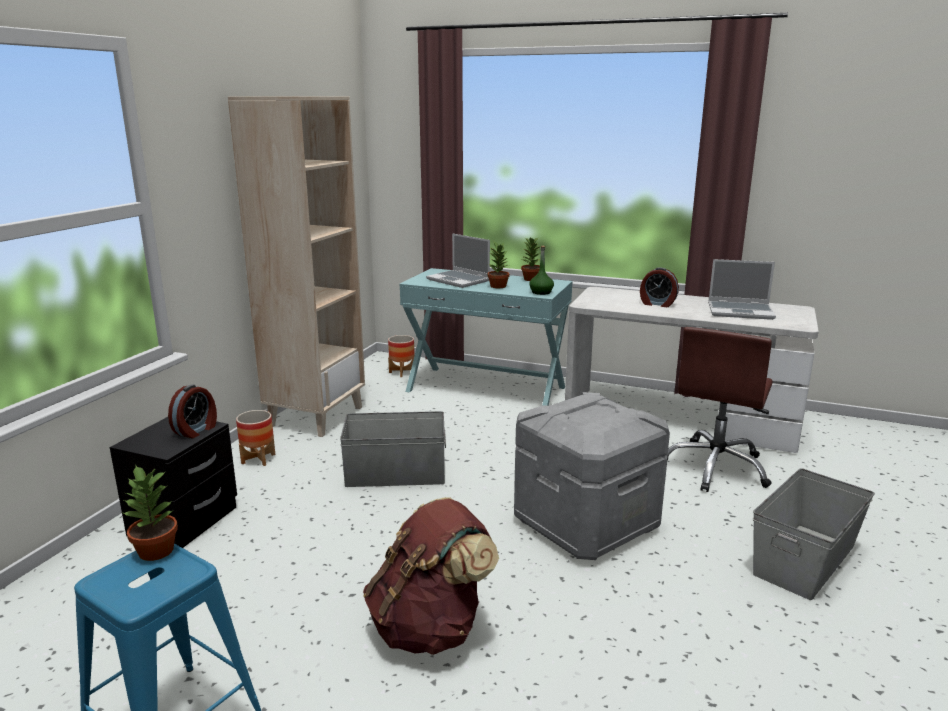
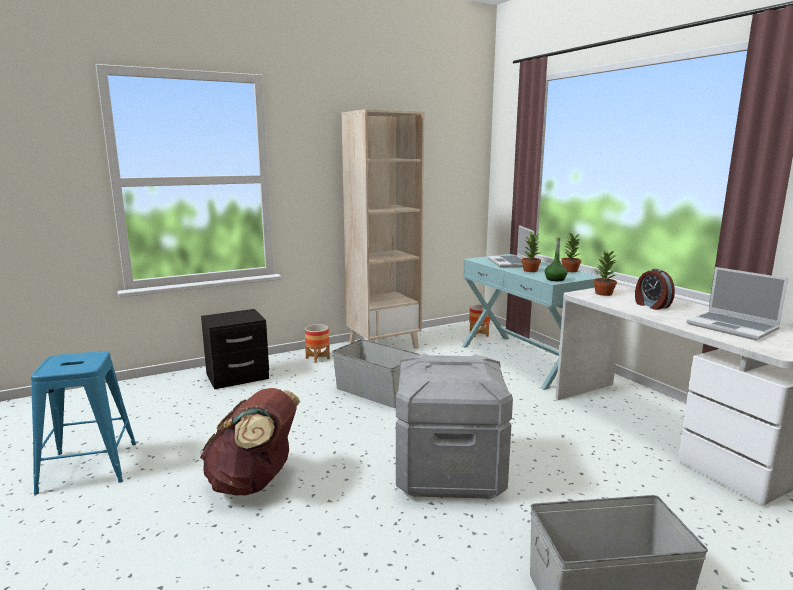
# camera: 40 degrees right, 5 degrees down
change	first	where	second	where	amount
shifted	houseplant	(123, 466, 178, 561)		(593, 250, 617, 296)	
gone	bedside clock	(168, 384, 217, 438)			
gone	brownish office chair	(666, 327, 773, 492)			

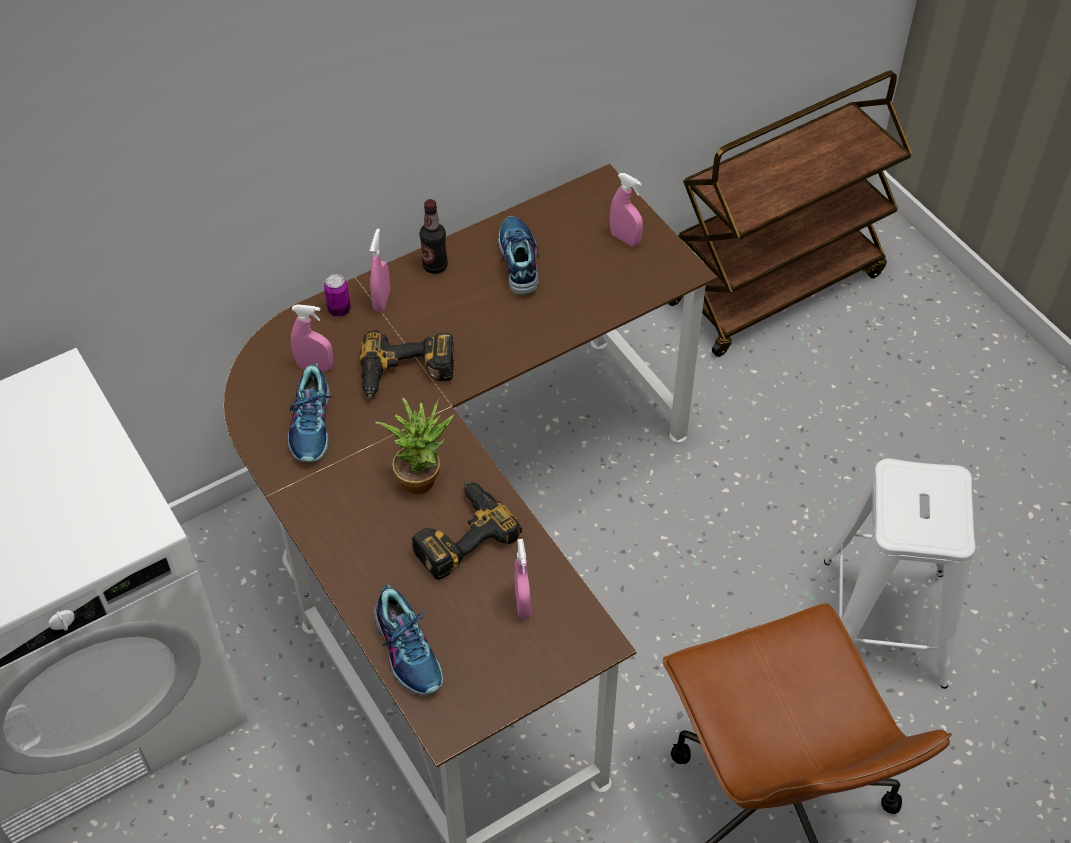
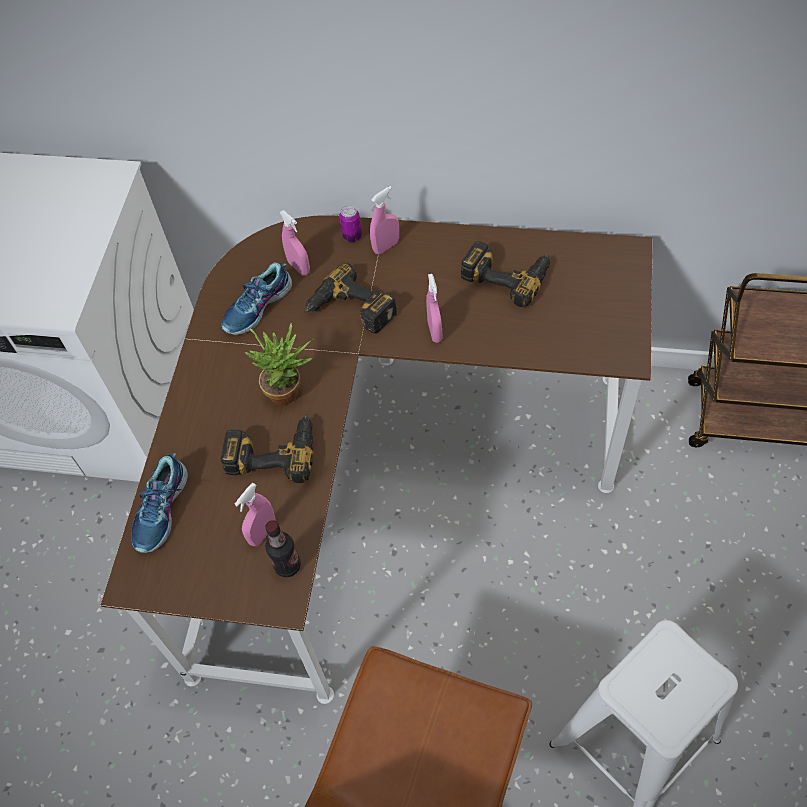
# camera: 45 degrees right, 5 degrees up
change	first	where	second	where	amount
shifted	bottle	(420, 199, 448, 274)		(265, 520, 301, 577)	
shifted	pinkish spray bottle	(610, 173, 643, 246)		(426, 274, 442, 343)	
swapped	item of footwear	(498, 216, 539, 295)	drill	(461, 241, 550, 307)	

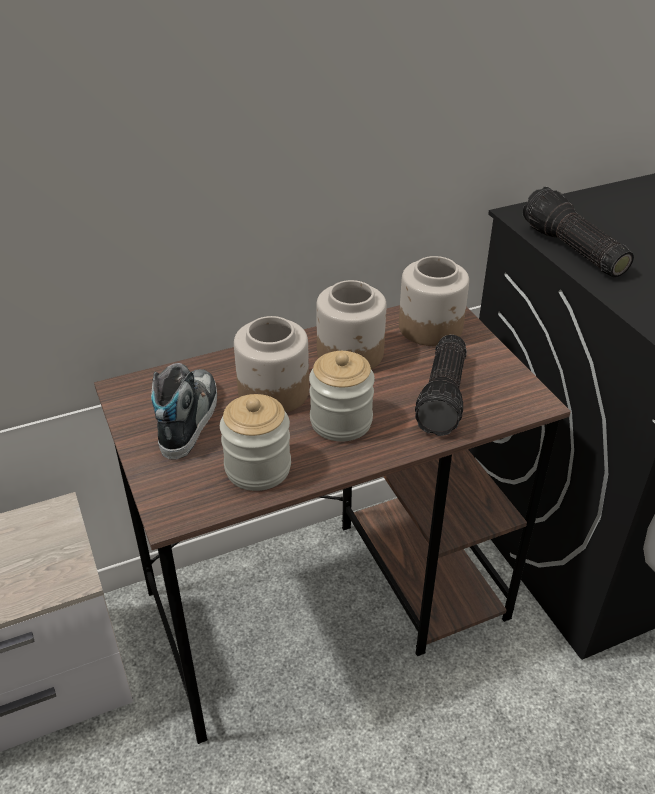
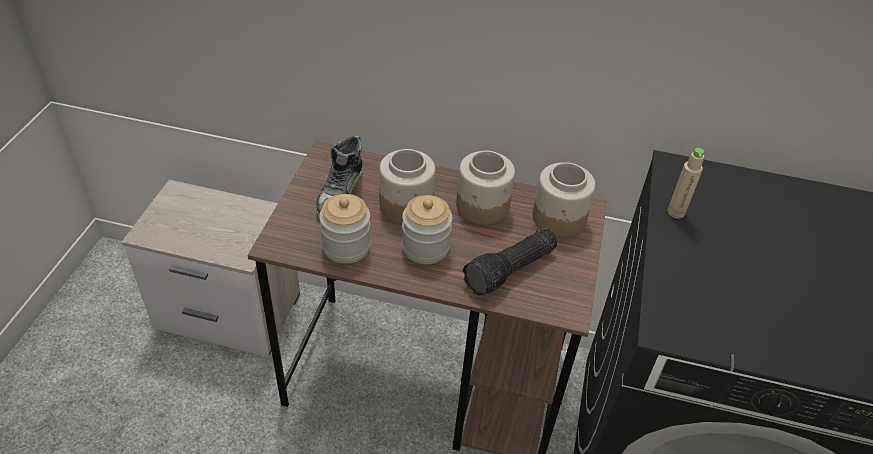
# camera: 35 degrees right, 5 degrees up
change	first	where	second	where	amount
rotated	item of footwear	(151, 363, 217, 460)		(316, 135, 363, 218)	150 degrees clockwise
swapped	torch	(522, 187, 634, 278)	sand-coloured bottle	(668, 148, 704, 219)	

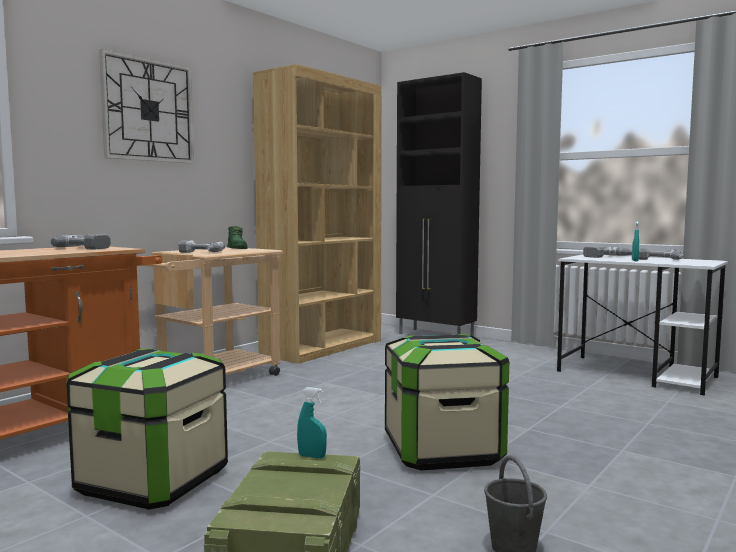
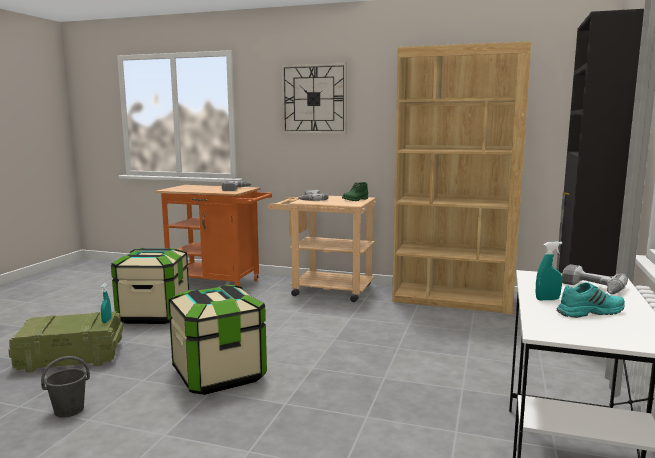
# camera: 70 degrees right, 5 degrees up
change	first	where	second	where	amount
swapped	drill	(639, 248, 683, 260)	turquoise-coloured item of footwear	(557, 282, 625, 318)	

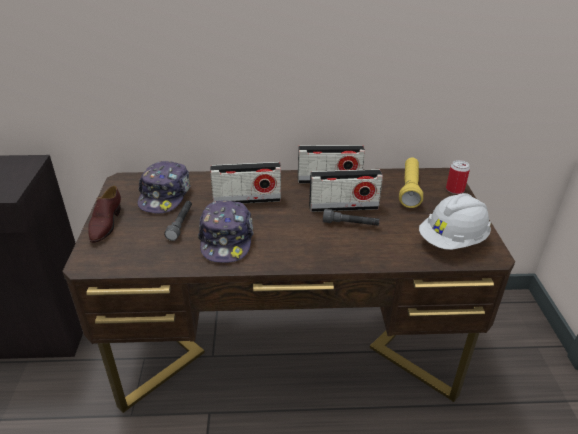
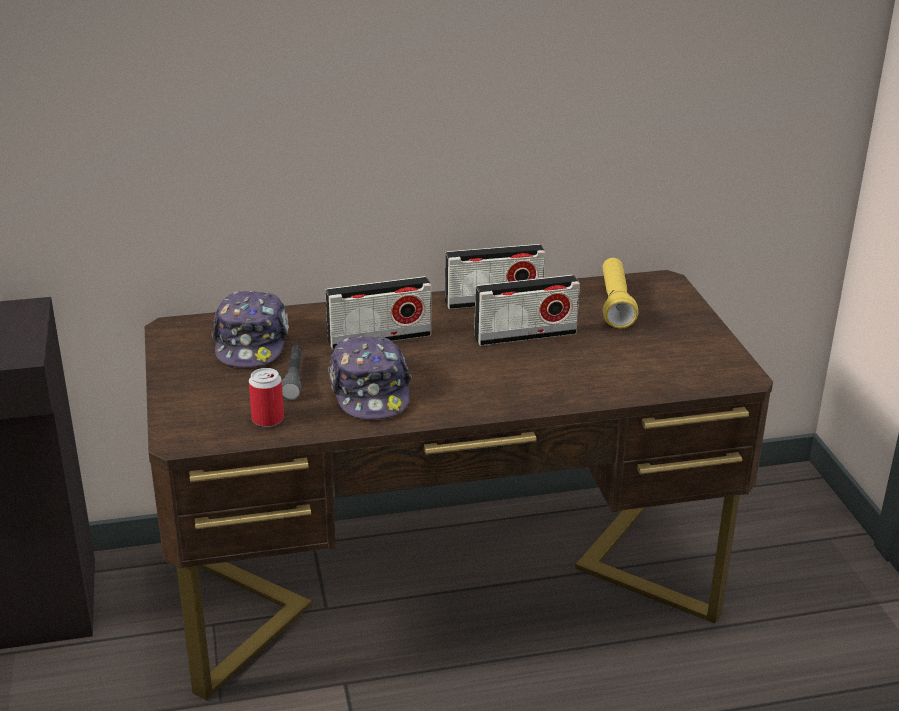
# camera: 10 degrees left, 5 degrees down
change	first	where	second	where	amount
shifted	metal can	(446, 160, 470, 194)		(249, 368, 284, 427)	
gone	brownish item of footwear	(88, 186, 121, 243)			
gone	gray torch	(323, 209, 380, 226)			
gone	white work helmet	(419, 193, 491, 250)			

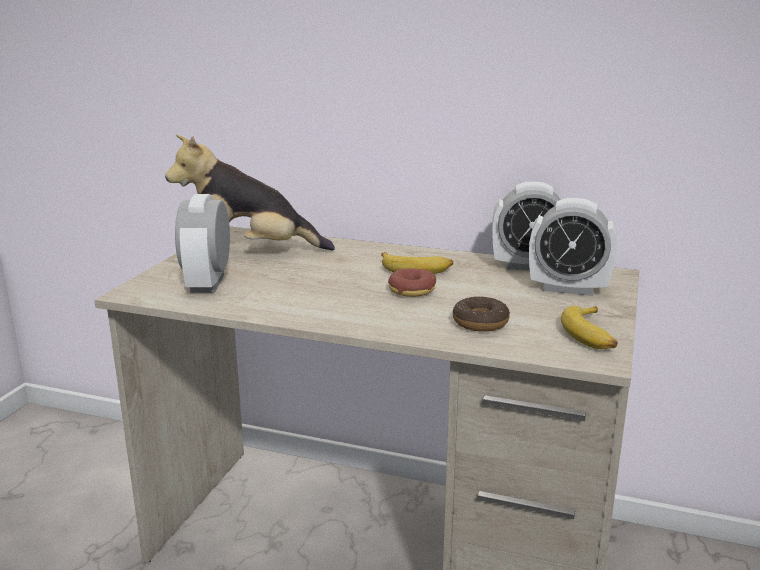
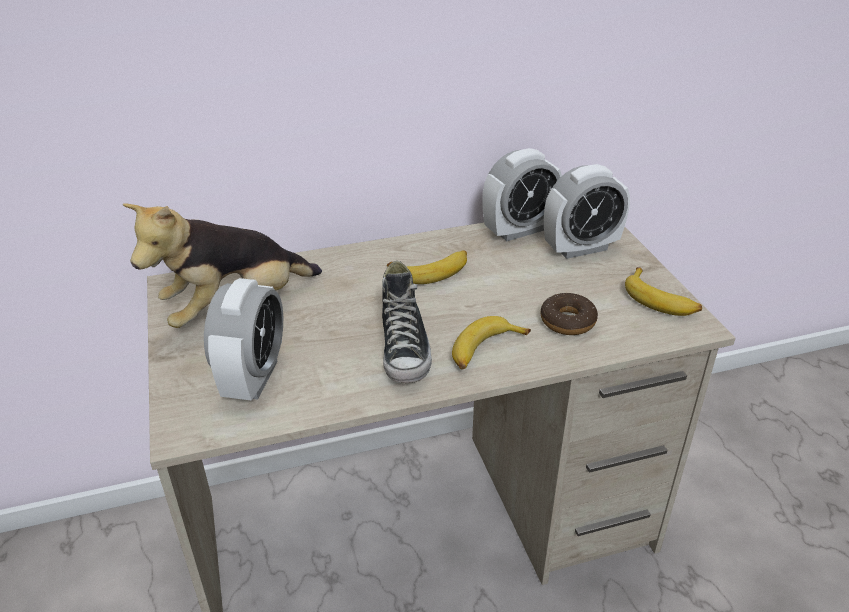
# camera: 35 degrees left, 15 degrees up
change	first	where	second	where	amount
rotated	bedside clock	(175, 194, 230, 293)		(204, 278, 283, 401)	135 degrees counterclockwise
new			item of footwear	(382, 261, 432, 383)	
new			whole banana	(452, 316, 531, 369)	
gone	donut	(388, 268, 436, 297)			

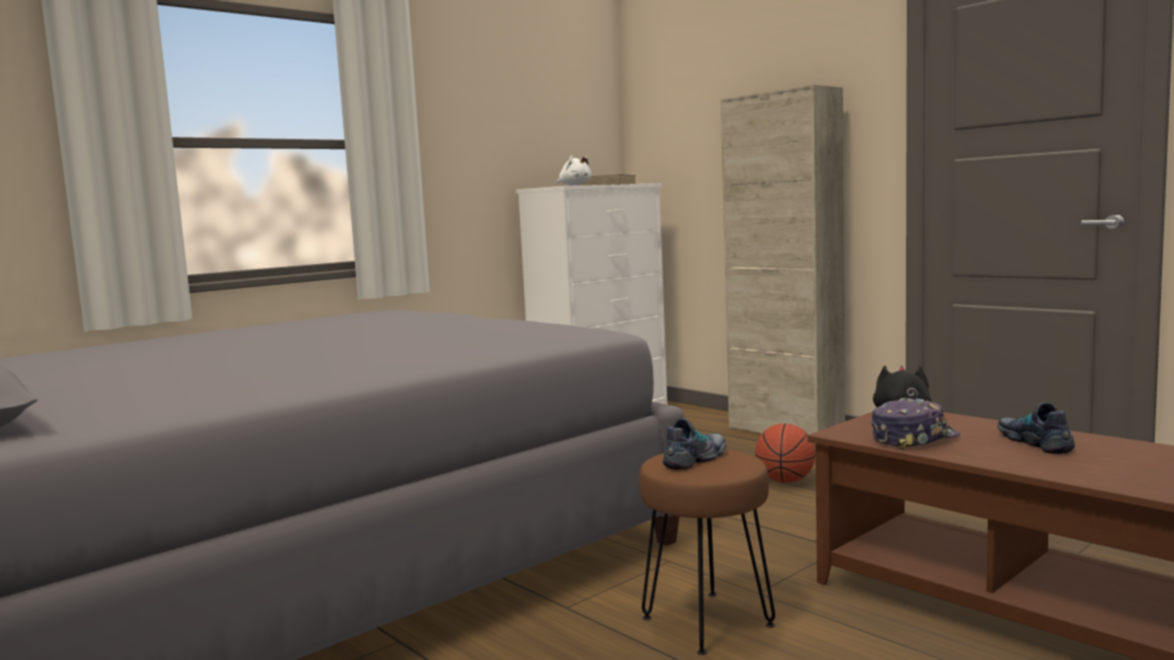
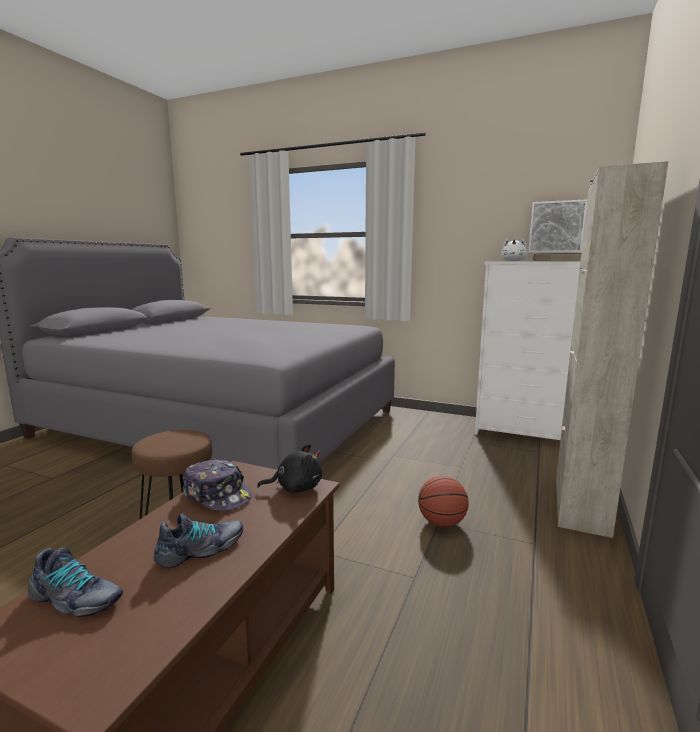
# camera: 65 degrees right, 5 degrees up
change	first	where	second	where	amount
shifted	item of footwear	(663, 418, 726, 470)		(28, 548, 123, 617)	
new			wall art	(528, 199, 587, 253)	

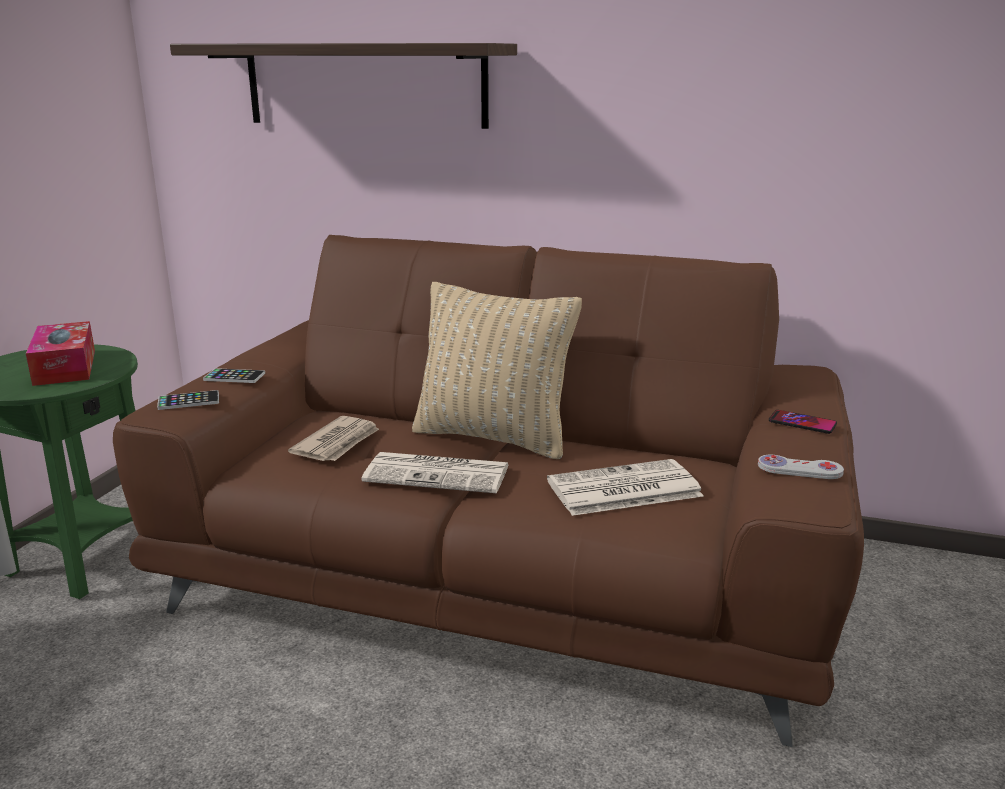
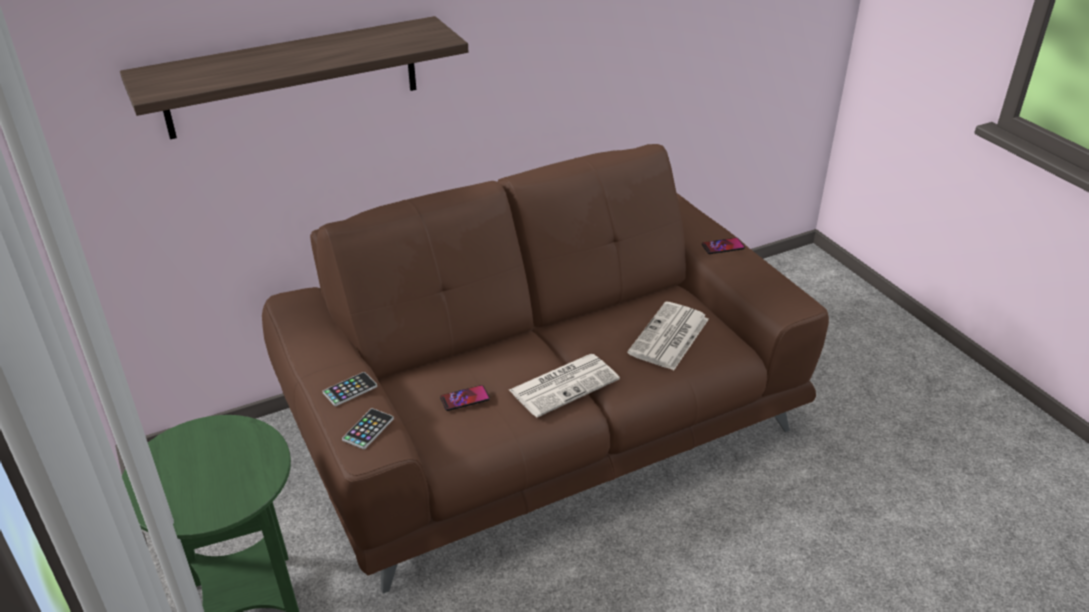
# camera: 45 degrees left, 15 degrees up
change	first	where	second	where	amount
swapped	daily paper	(288, 416, 379, 461)	handset	(440, 385, 490, 411)	
gone	tissue holder	(26, 321, 95, 386)			
gone	sand-coloured pillow	(412, 282, 582, 459)			
gone	white joypad	(758, 455, 844, 479)			

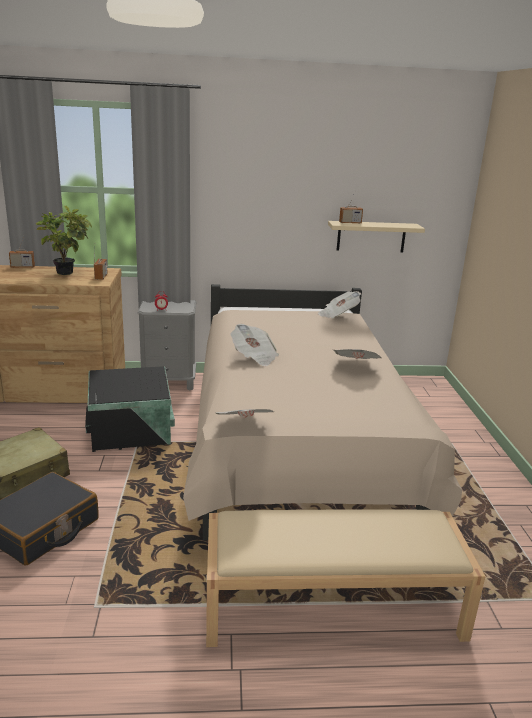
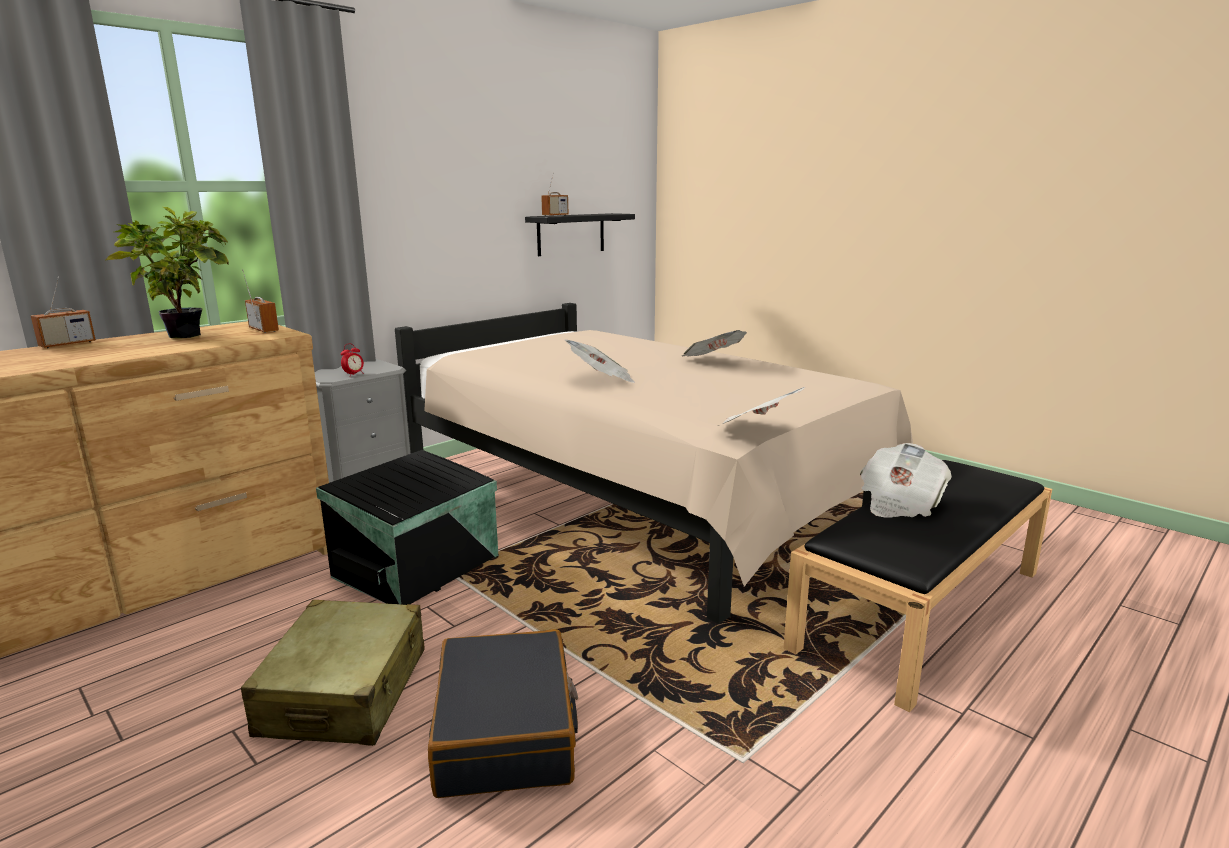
# camera: 40 degrees left, 5 degrees down
change	first	where	second	where	amount
repainted	sand-coloured bracket shelf	(328, 221, 425, 252)	blackish bracket shelf	(525, 213, 635, 256)	
repainted	sand-coloured bench	(206, 509, 486, 647)	blackish bench	(783, 460, 1052, 712)	
shifted	daily paper	(318, 291, 361, 319)		(860, 443, 952, 518)	

